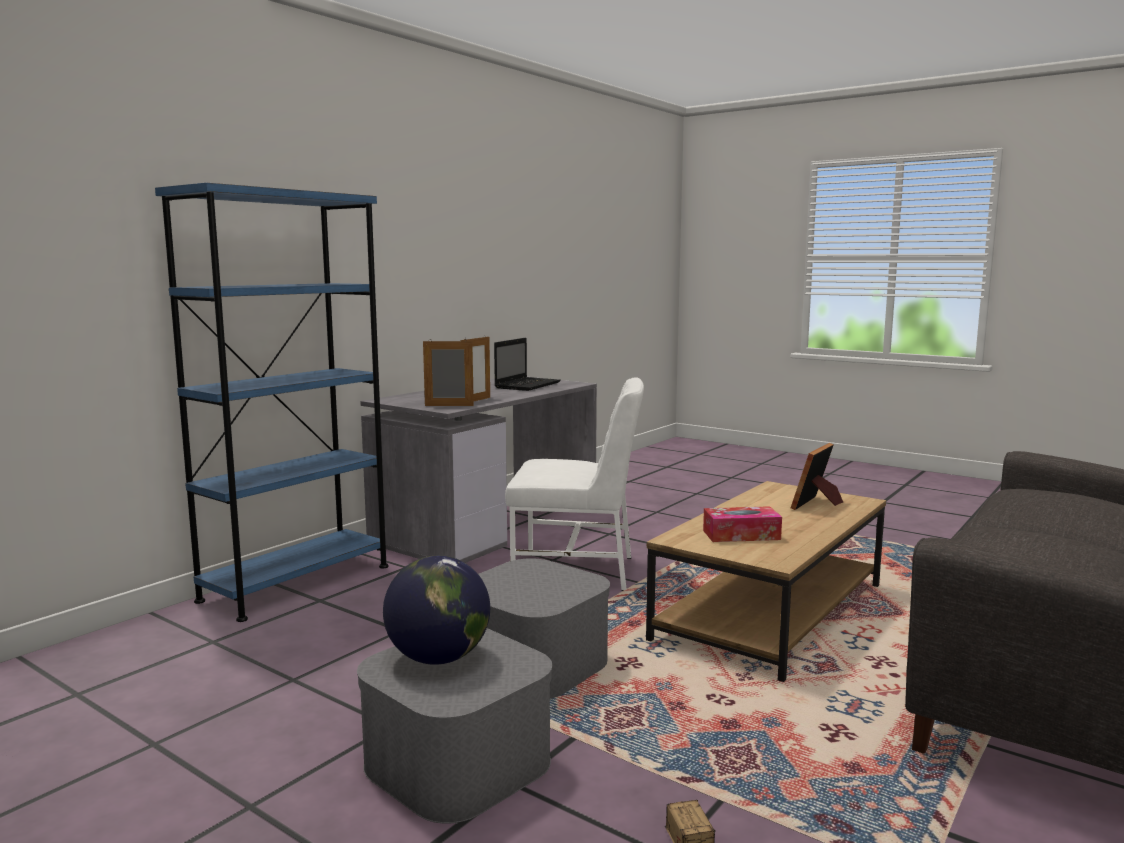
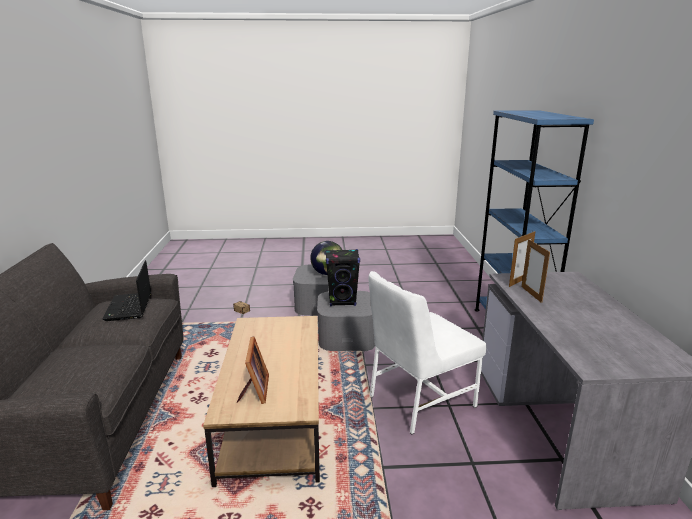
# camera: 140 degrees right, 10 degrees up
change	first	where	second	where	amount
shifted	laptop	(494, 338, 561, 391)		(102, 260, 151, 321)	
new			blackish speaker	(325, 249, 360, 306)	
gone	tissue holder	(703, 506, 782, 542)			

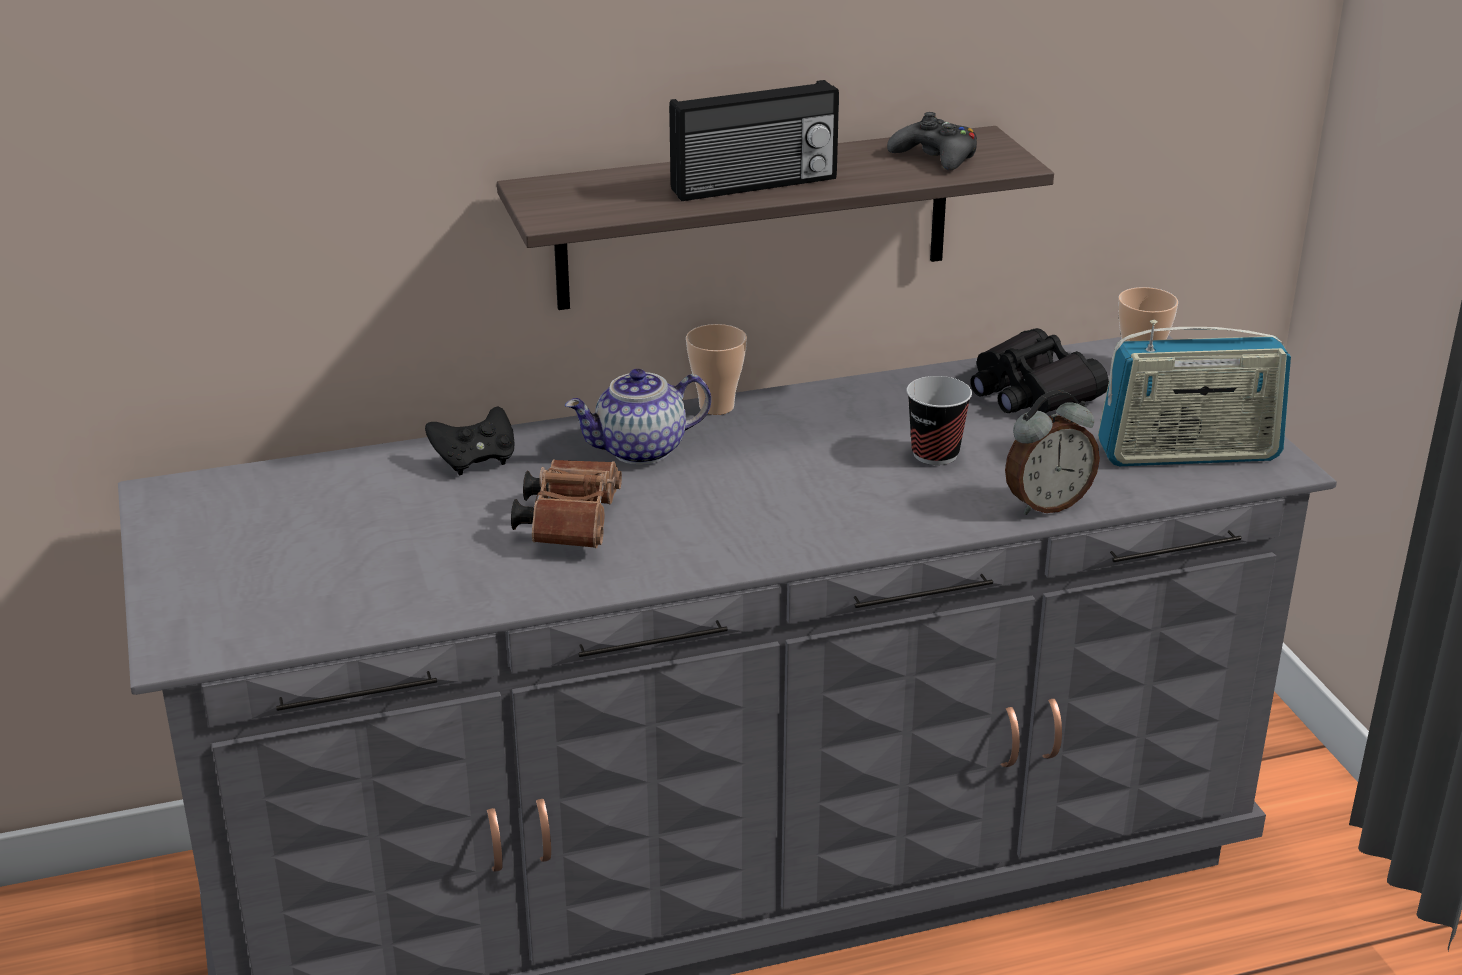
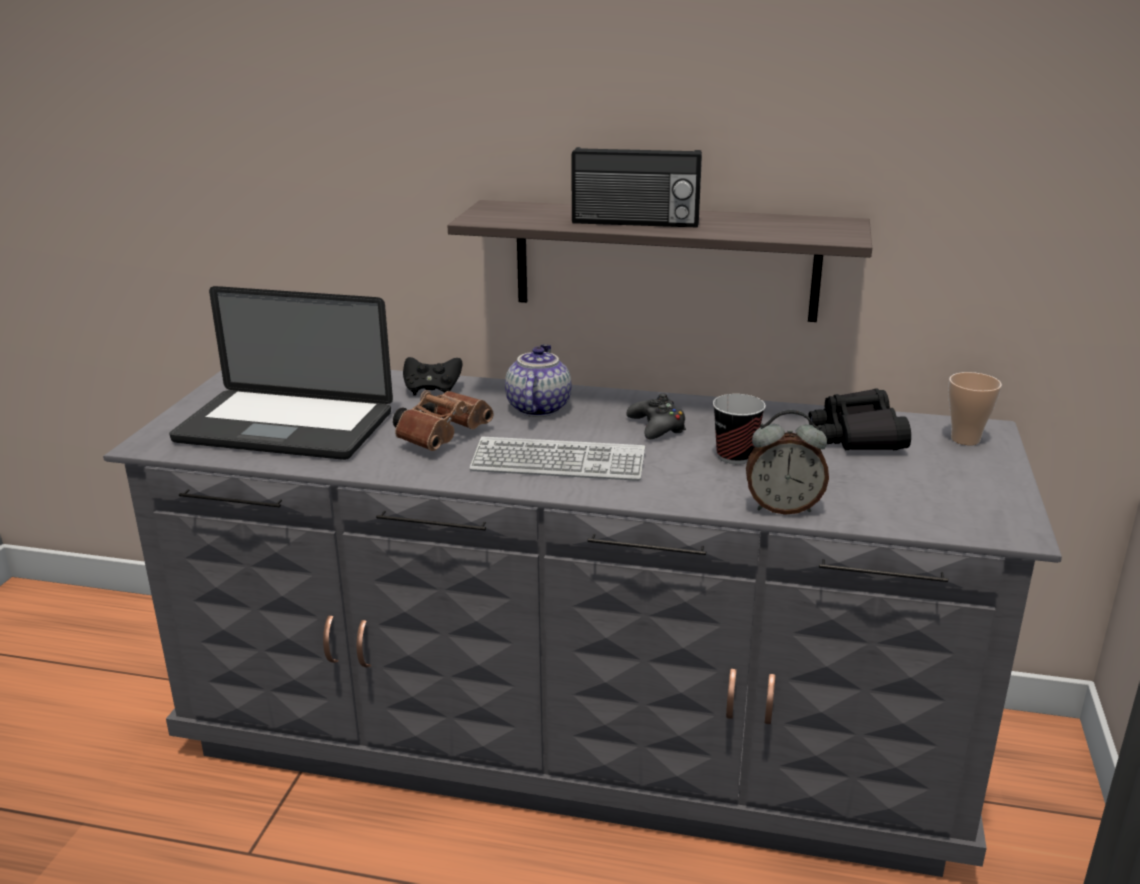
# camera: 30 degrees right, 5 degrees down
change	first	where	second	where	amount
new			laptop	(169, 286, 393, 460)	
new			PC keyboard	(469, 437, 645, 481)	
rotated	tea pot	(565, 369, 711, 465)		(505, 344, 571, 417)	90 degrees clockwise
shifted	blackish joypad	(887, 112, 977, 171)		(626, 393, 686, 439)	
gone	cup	(686, 324, 747, 415)			
gone	radio set	(1098, 320, 1291, 466)			

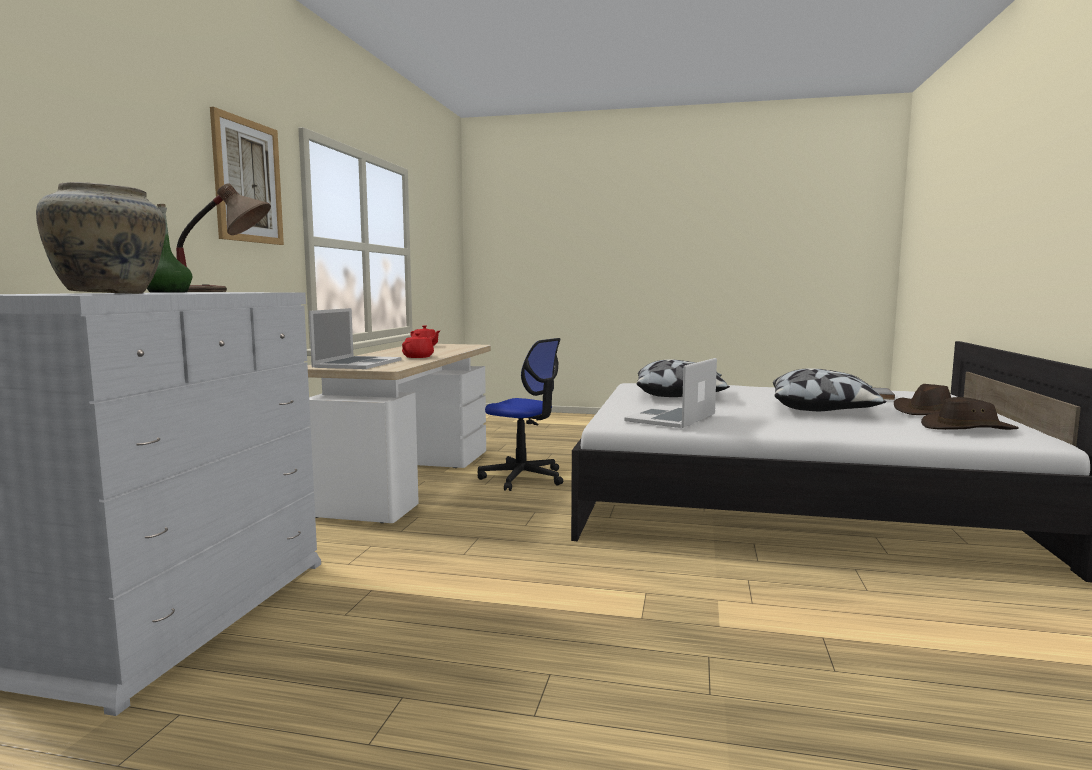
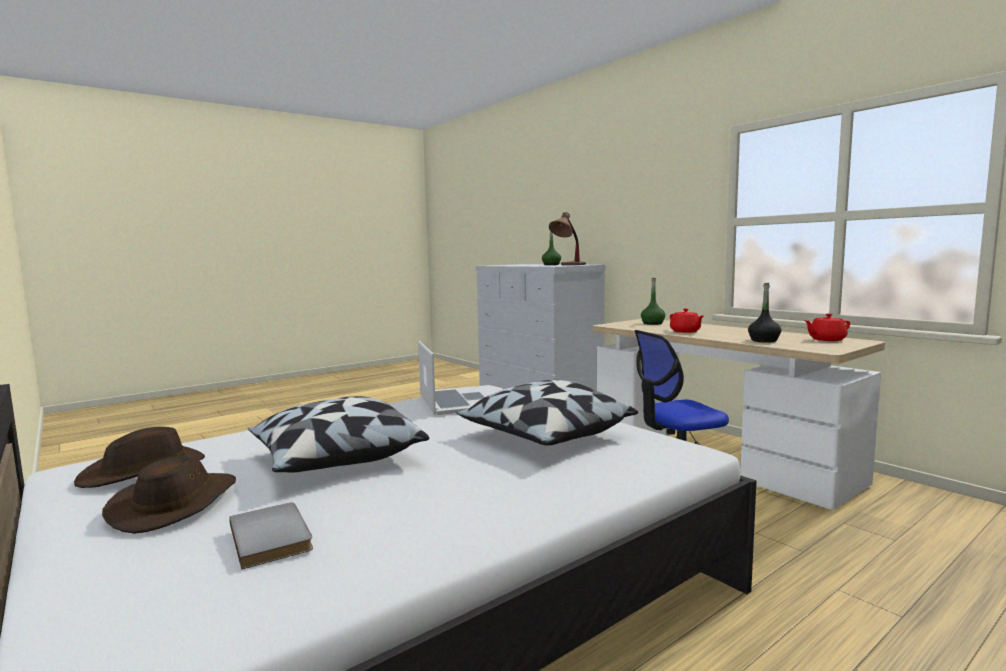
# camera: 130 degrees right, 0 degrees up
change	first	where	second	where	amount
swapped	laptop	(309, 308, 402, 369)	green-coloured bottle	(641, 277, 665, 325)	
new			blackish bottle	(748, 283, 781, 343)	
gone	sand-coloured vase	(36, 182, 166, 294)			
gone	wall art	(210, 107, 284, 245)			

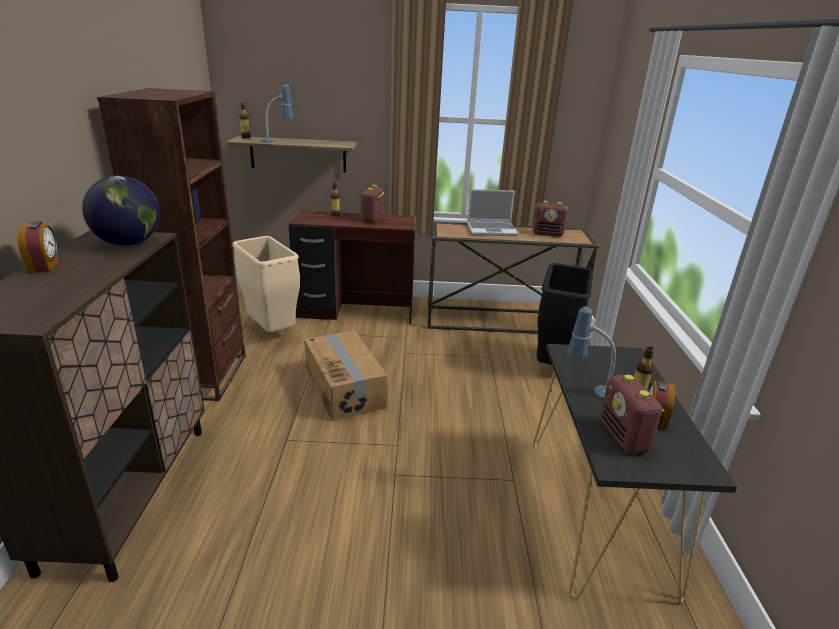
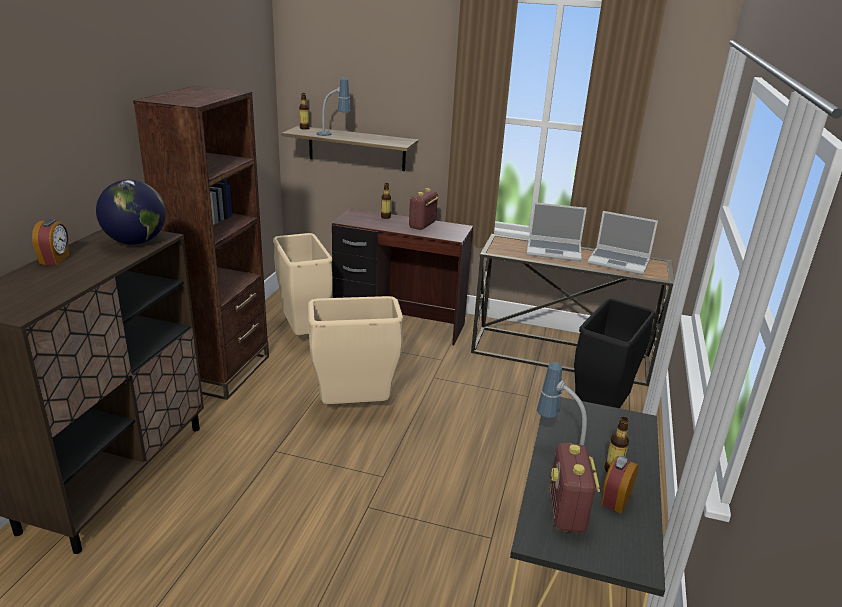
# camera: 15 degrees right, 0 degrees up
change	first	where	second	where	amount
swapped	packing box	(304, 330, 387, 421)	sand-coloured trash can	(308, 296, 404, 404)	
swapped	radio set	(532, 201, 568, 237)	laptop	(588, 211, 658, 275)	

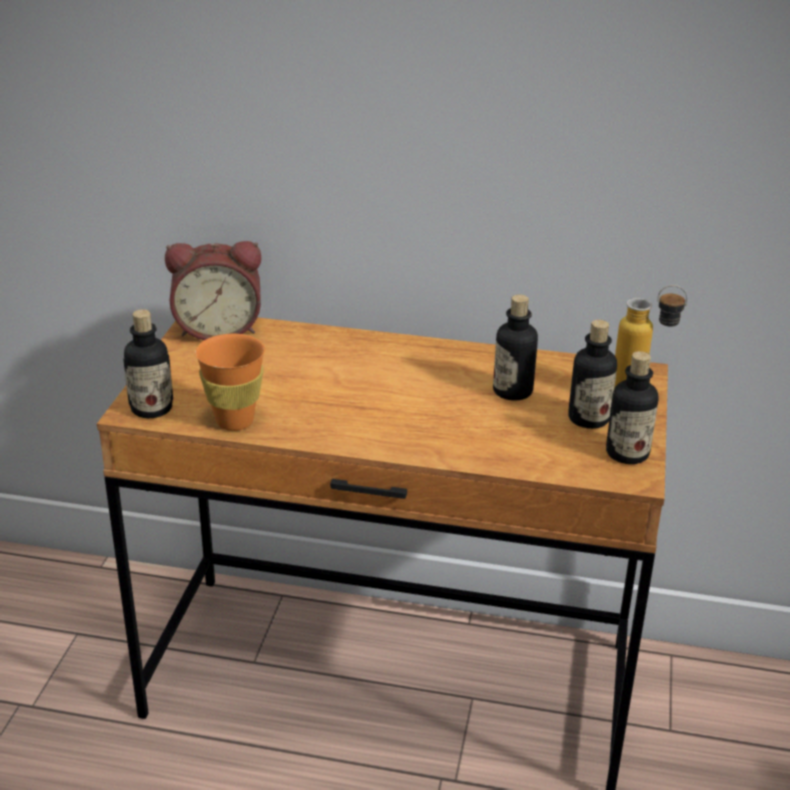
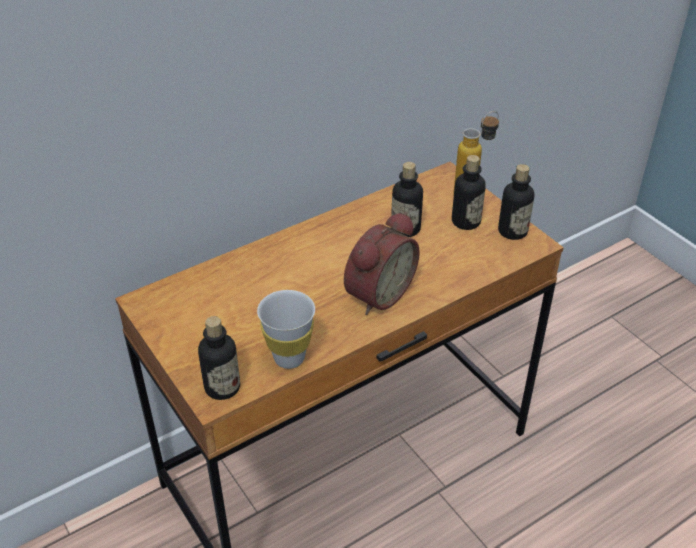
# camera: 45 degrees left, 10 degrees up
change	first	where	second	where	amount
repainted	orangey cup	(195, 334, 265, 431)	white cup	(257, 290, 315, 369)	
shifted	bedside clock	(165, 241, 261, 340)		(344, 212, 420, 315)	

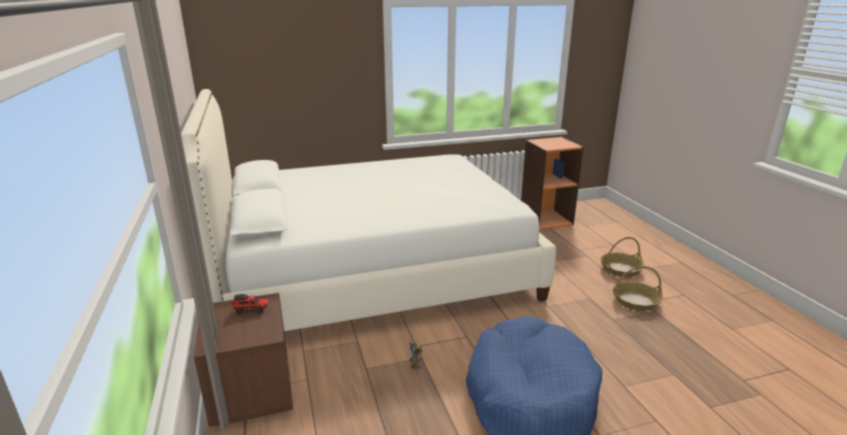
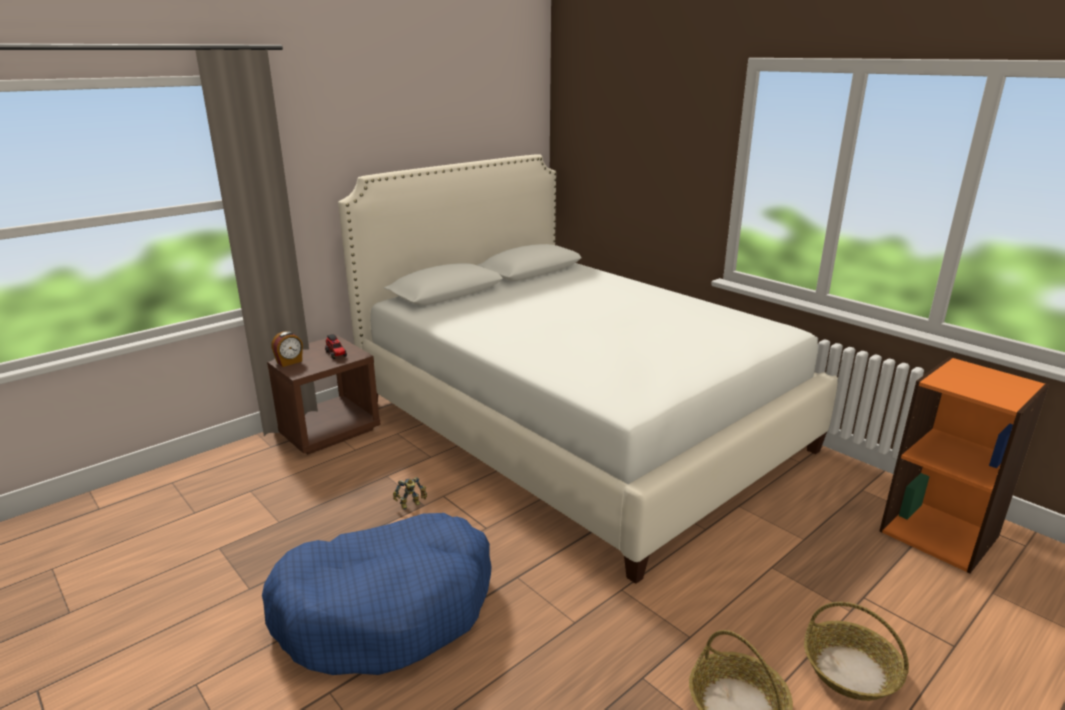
# camera: 65 degrees right, 0 degrees up
change	first	where	second	where	amount
new			bedside clock	(271, 331, 303, 367)	

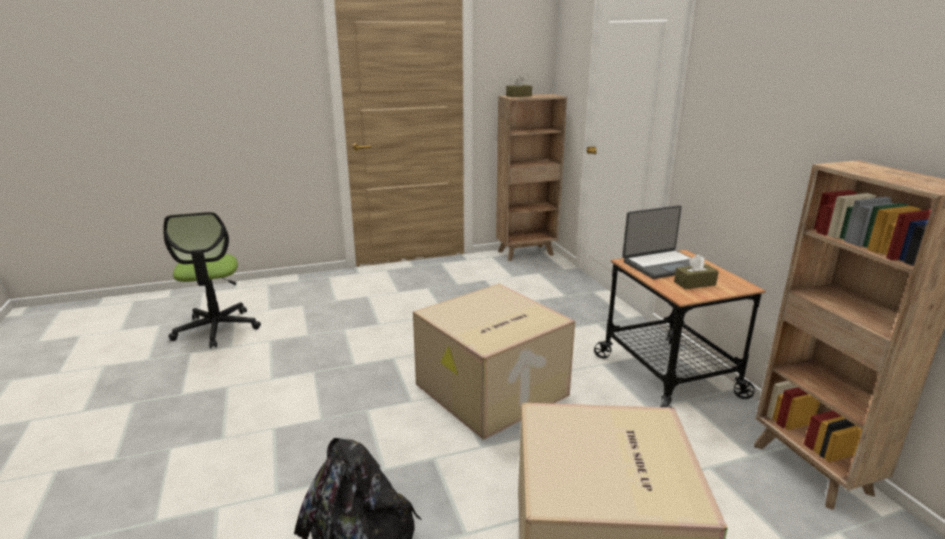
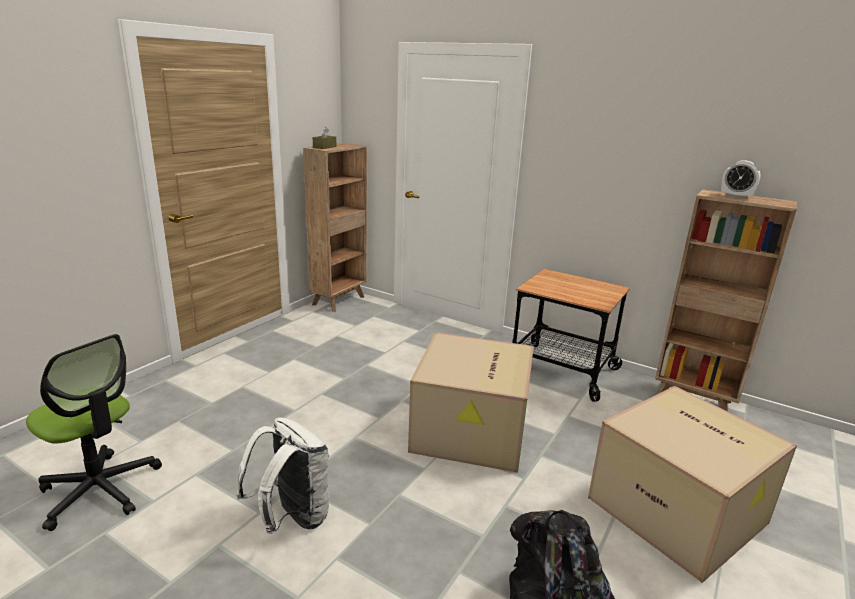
# camera: 40 degrees left, 0 degrees up
change	first	where	second	where	amount
new			white knapsack	(237, 418, 329, 534)	
new			bedside clock	(721, 160, 761, 199)	
gone	laptop	(622, 205, 692, 279)			
gone	brownish tissue holder	(674, 254, 719, 289)			

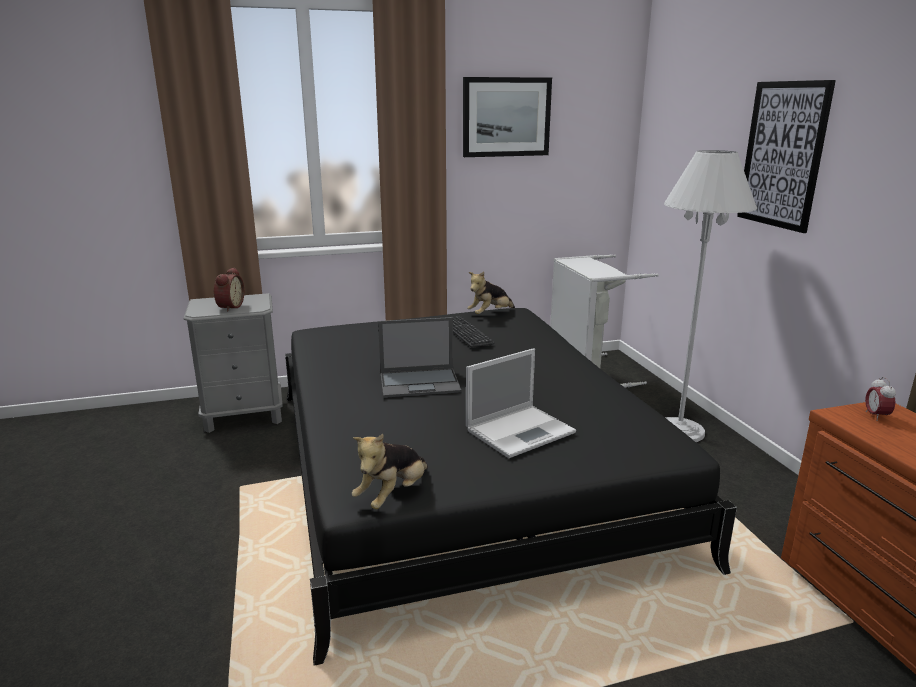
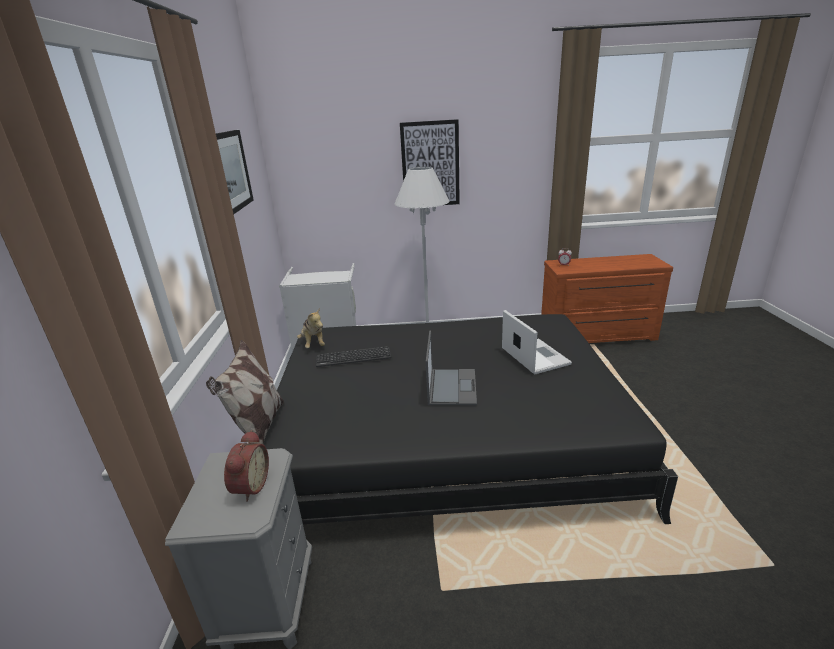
# camera: 75 degrees left, 5 degrees up
change	first	where	second	where	amount
new			pillow	(206, 340, 284, 444)	
rotated	bedside clock	(213, 268, 244, 312)		(224, 430, 269, 502)	75 degrees clockwise
gone	plush toy	(352, 434, 428, 509)			

